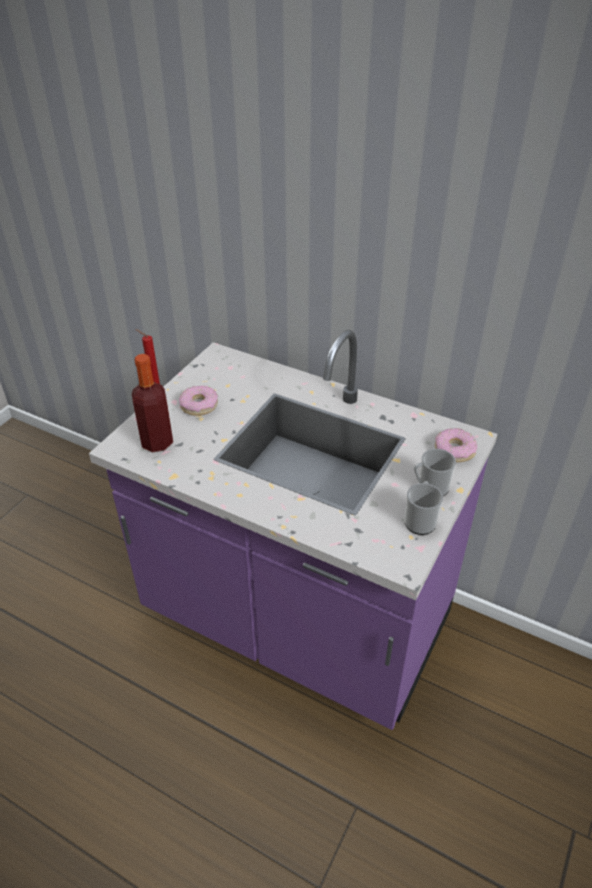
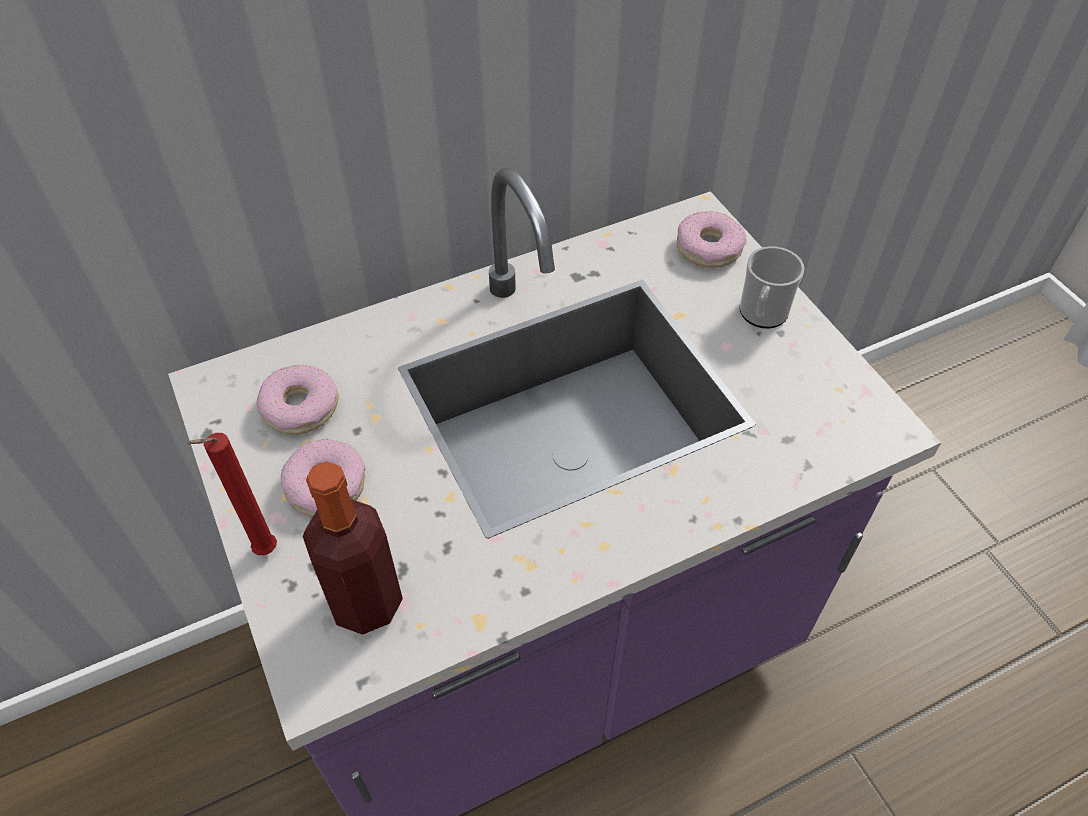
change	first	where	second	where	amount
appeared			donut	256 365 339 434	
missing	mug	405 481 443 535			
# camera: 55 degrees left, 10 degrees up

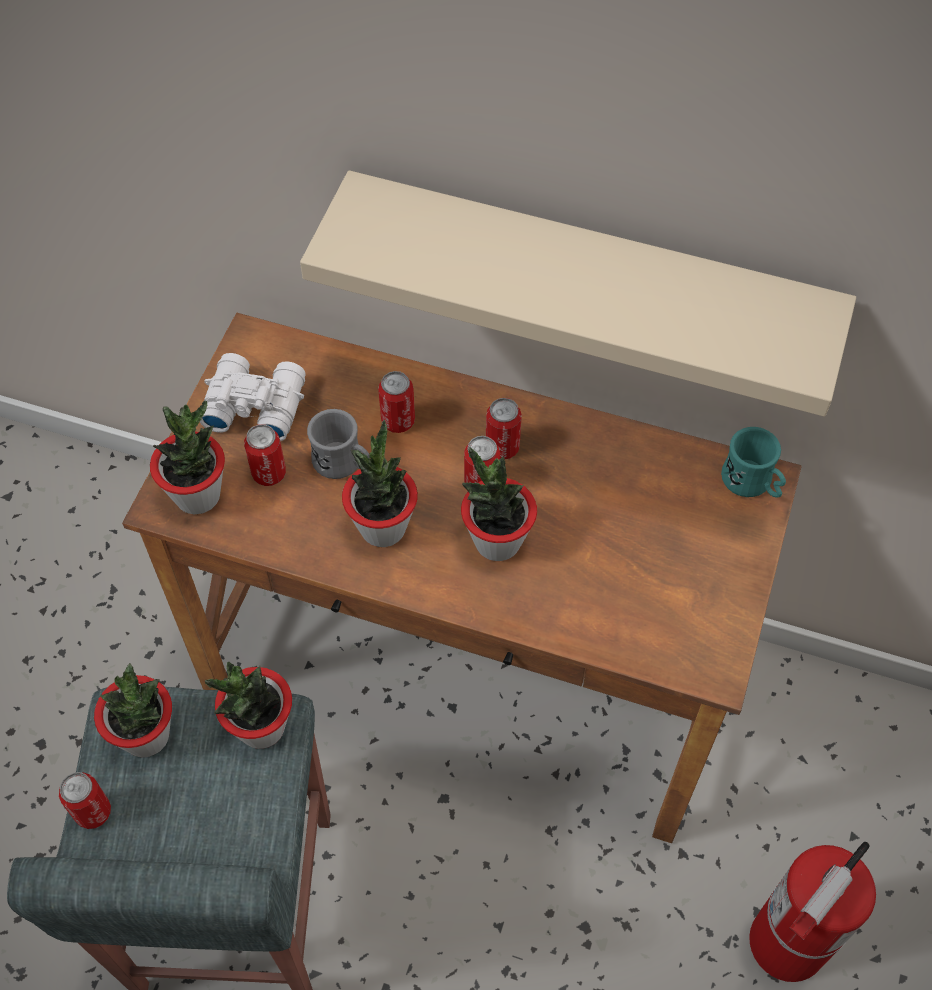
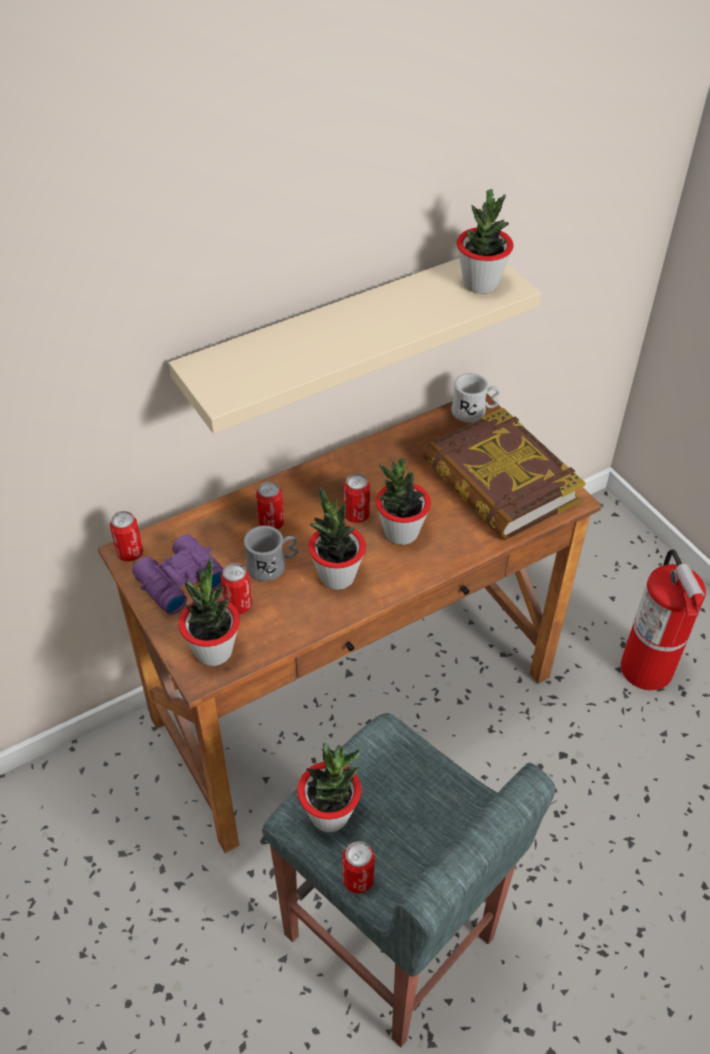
change	first	where	second	where	amount
relocated	can	486 398 522 459		110 511 143 562	
colour	white_binoculars	200 353 305 441	purple_binoculars	132 534 224 614	
appeared			book	423 408 585 540	
colour	turquoise_mug	721 427 786 498	white_mug	451 373 500 423	
relocated	potted_plant	205 662 292 749		457 189 513 294	
# camera: 50 degrees left, 10 degrees down

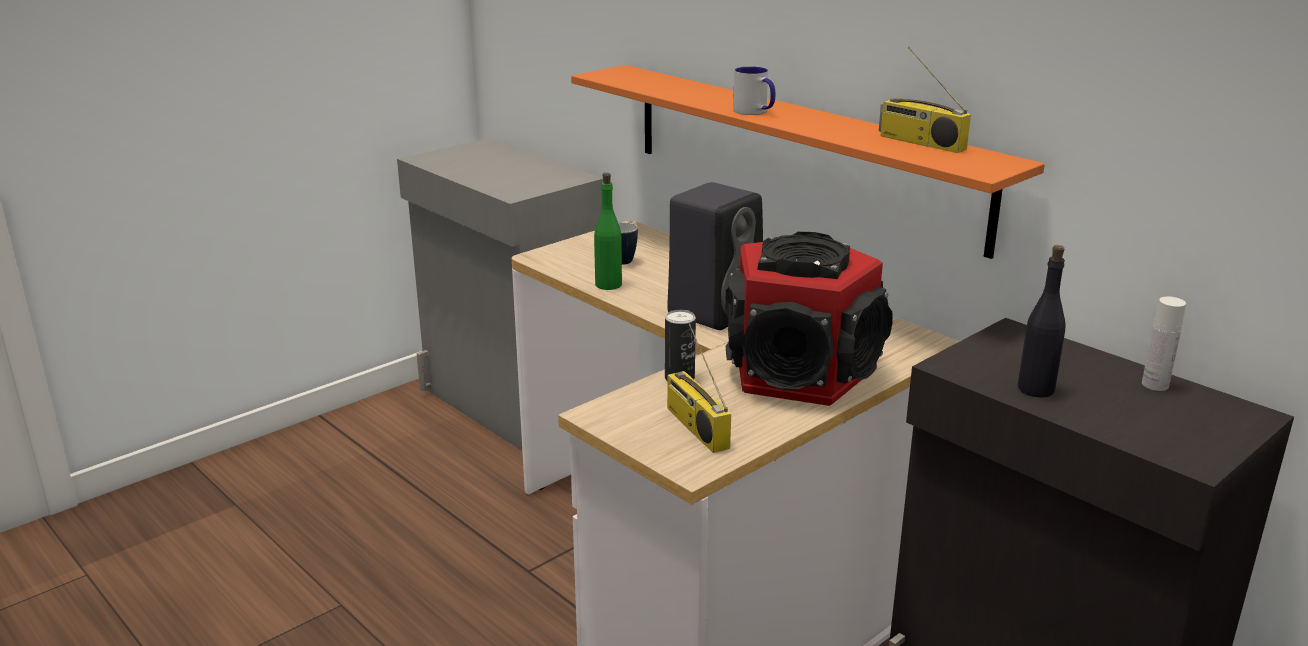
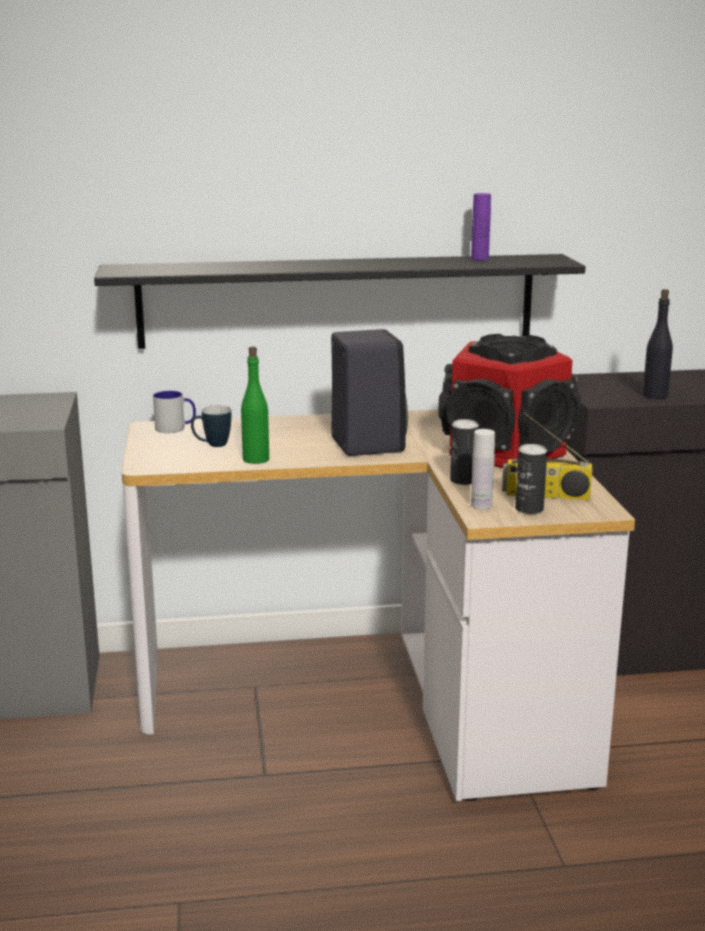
change	first	where	second	where	amount
colour	orange_shelf	571 65 1045 259	black_shelf	94 254 585 349	
relocated	mug	733 66 775 115		153 391 196 433	
exchanged	radio	879 47 971 153	purple_bottle	471 193 491 261	
relocated	white_bottle	1142 297 1186 391		471 429 495 509	
appeared			can	515 444 547 514	
# camera: 55 degrees left, 5 degrees down

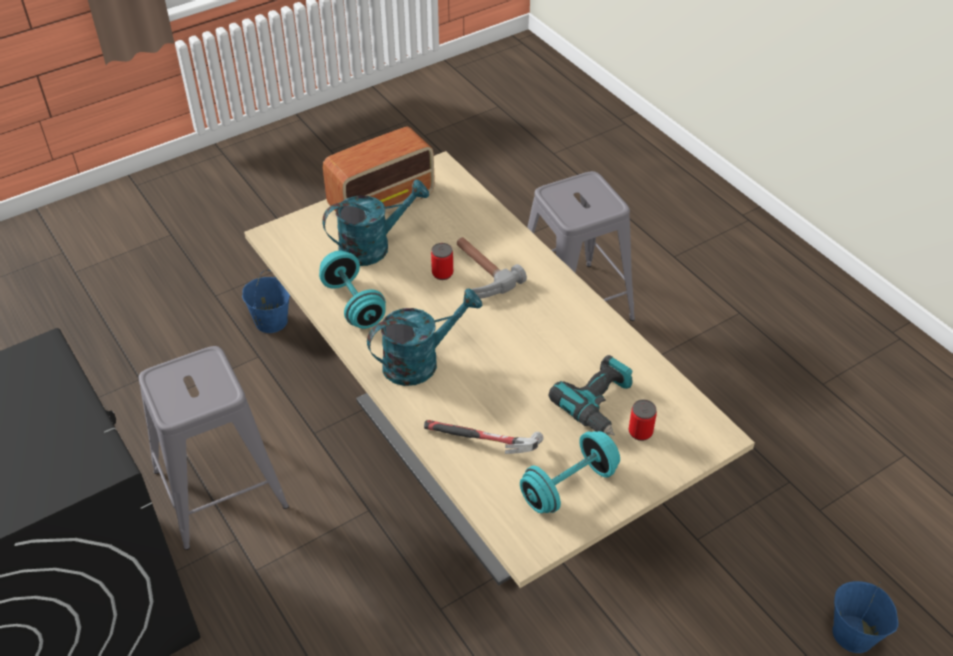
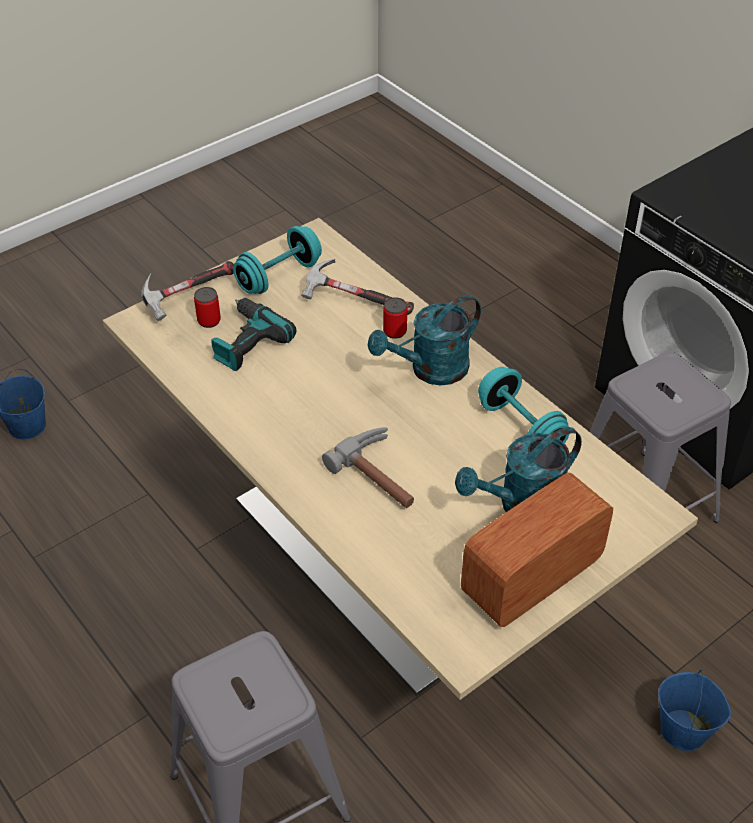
change	first	where	second	where	amount
appeared			hammer	141 261 234 321	
relocated	can	431 243 453 280		383 297 407 339	
# camera: 175 degrees right, 0 degrees up

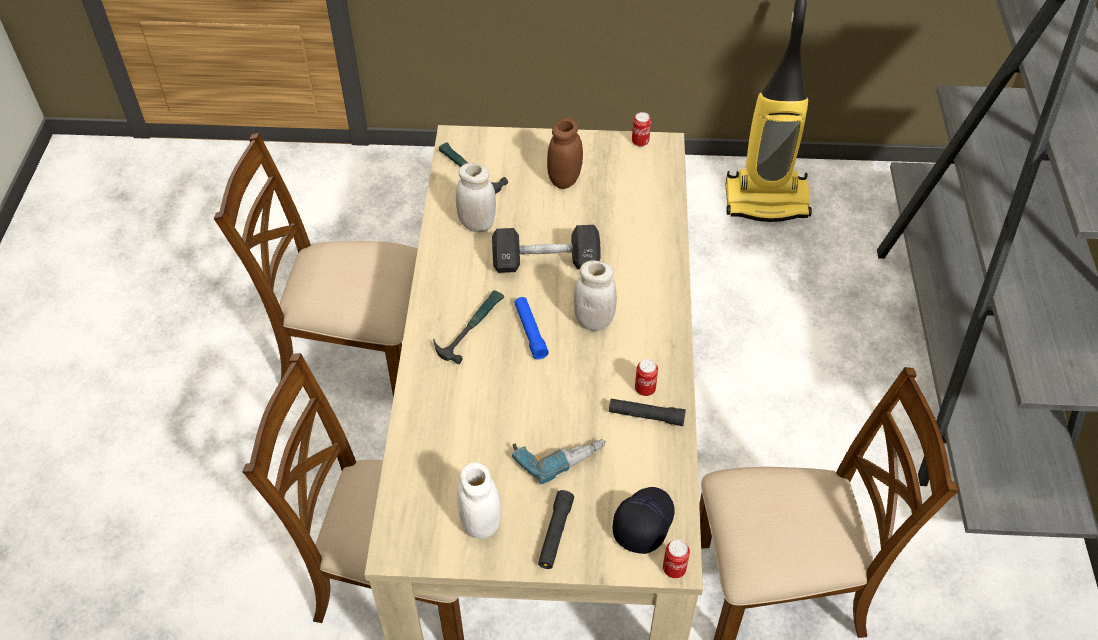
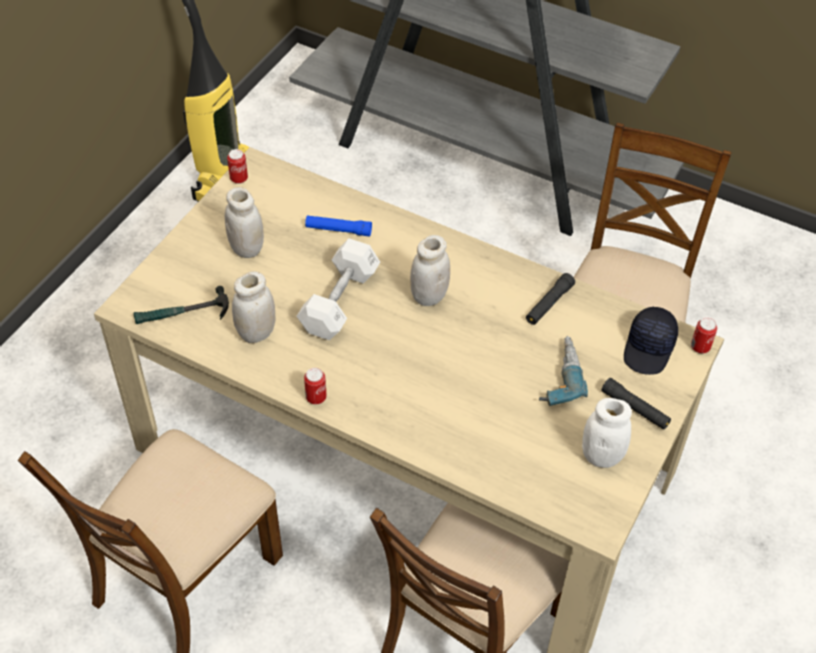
change	first	where	second	where	amount
colour	brown_jar	547 118 583 189	white_jar	225 187 264 258	
colour	black_dumbbell	492 225 601 273	white_dumbbell	296 238 380 340	
relocated	can	635 359 658 396		304 368 327 404	
relocated	blue_flashlight	514 297 549 359		305 216 372 236	
spun	black_cap	613 487 675 554		624 306 678 375	120 degrees counterclockwise
missing	hammer	433 290 504 364			
# camera: 65 degrees left, 0 degrees up

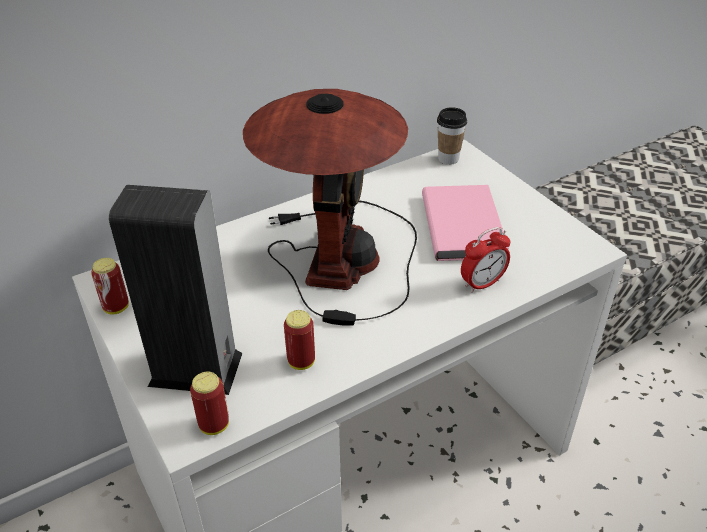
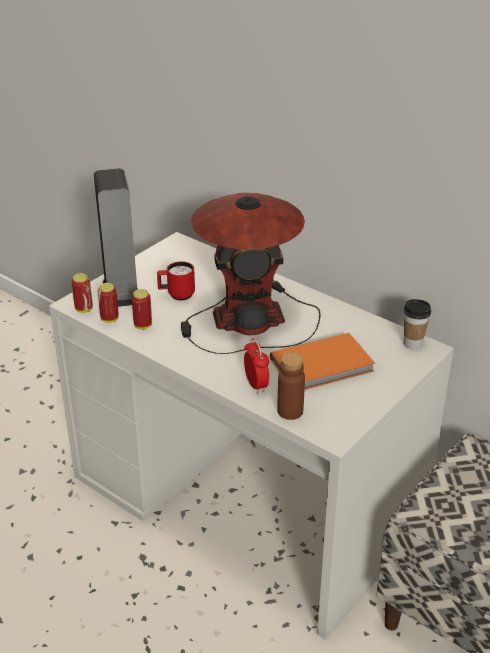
change	first	where	second	where	amount
relocated	can	91 258 129 314		98 283 119 323	
appeared			red_mug	157 261 195 301	
spun	alarm_clock	461 227 510 293		244 338 269 394	150 degrees counterclockwise
colour	pink_book	422 185 509 261	orange_book	270 333 375 390	
appeared			brown_bottle	277 352 305 420	
# camera: 70 degrees right, 5 degrees down

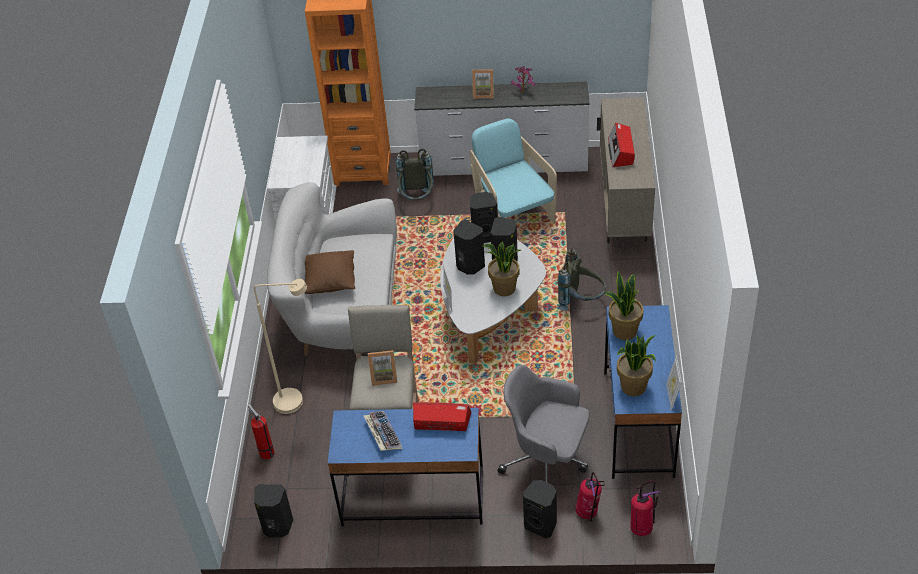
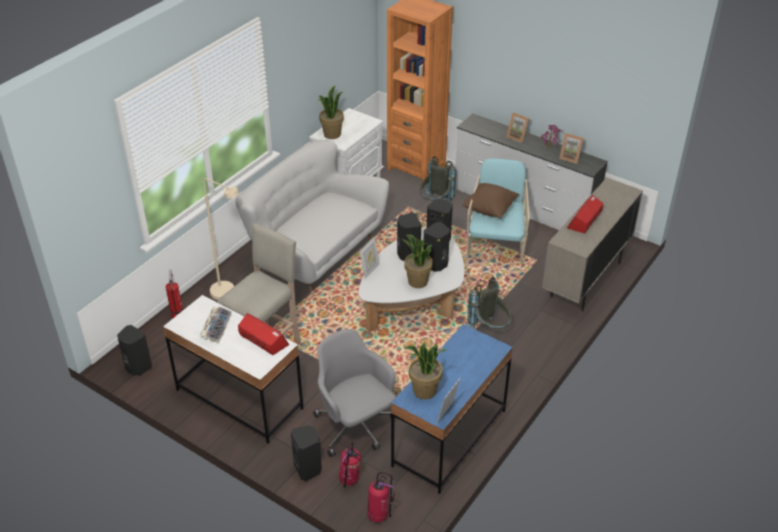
change	first	where	second	where	amount
colour	blue_desk	328 408 483 526	white_desk	163 295 303 444	
relocated	potted_plant	605 270 644 340		318 86 344 139	
relocated	brown_pillow	305 250 355 294		462 183 519 218	
relocated	picture_frame	368 350 398 386		559 133 584 164	
# camera: 30 degrees right, 5 degrees down

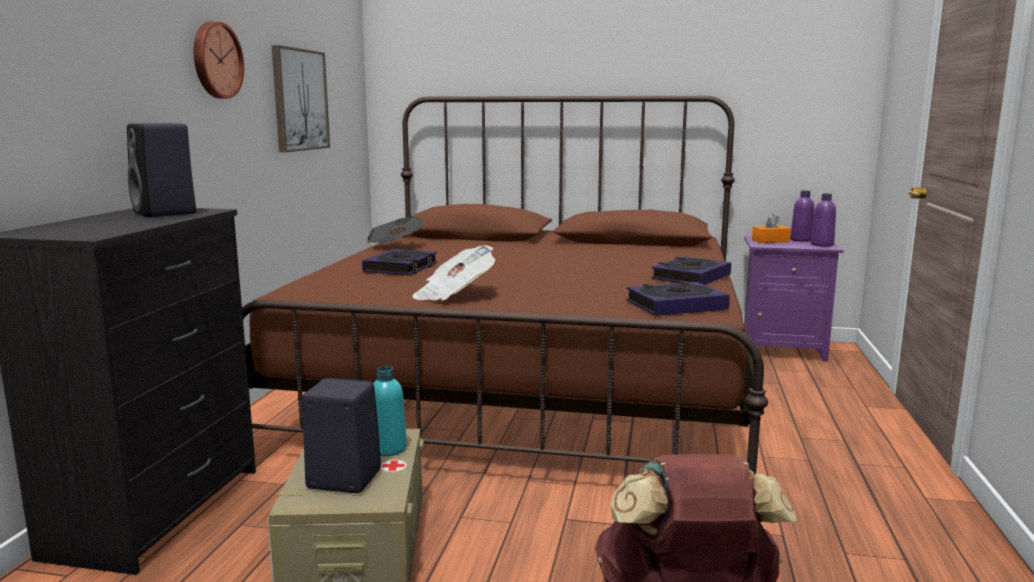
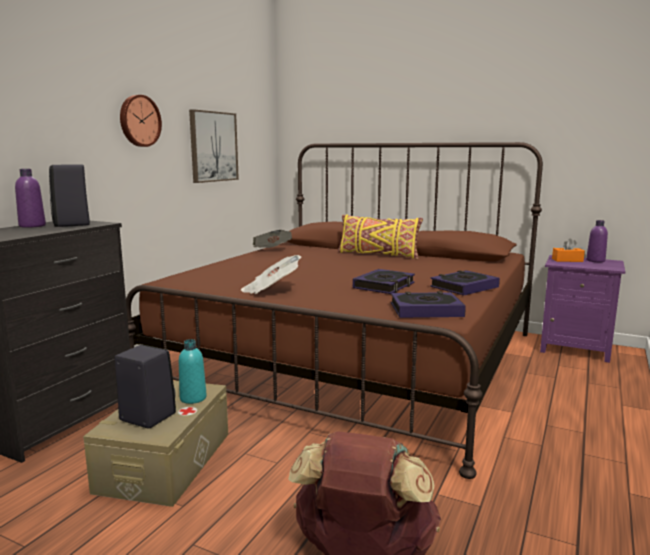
change	first	where	second	where	amount
relocated	purple_bottle	811 193 836 247		15 169 46 228	
appeared			yellow_pillow	338 214 423 259	
relocated	book	362 249 437 275		353 269 415 294	
# camera: 15 degrees right, 0 degrees up

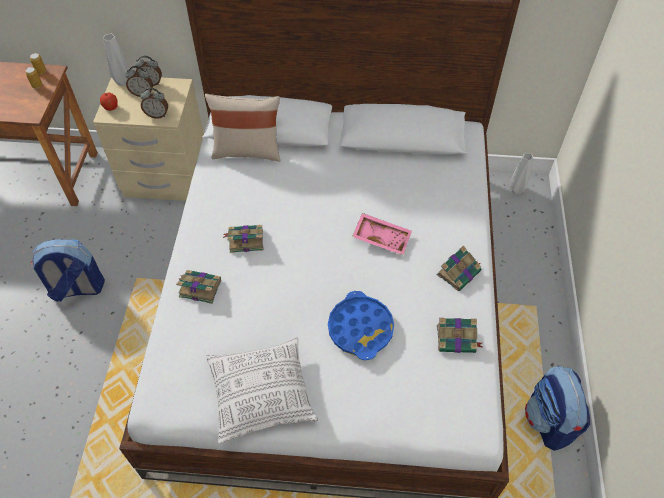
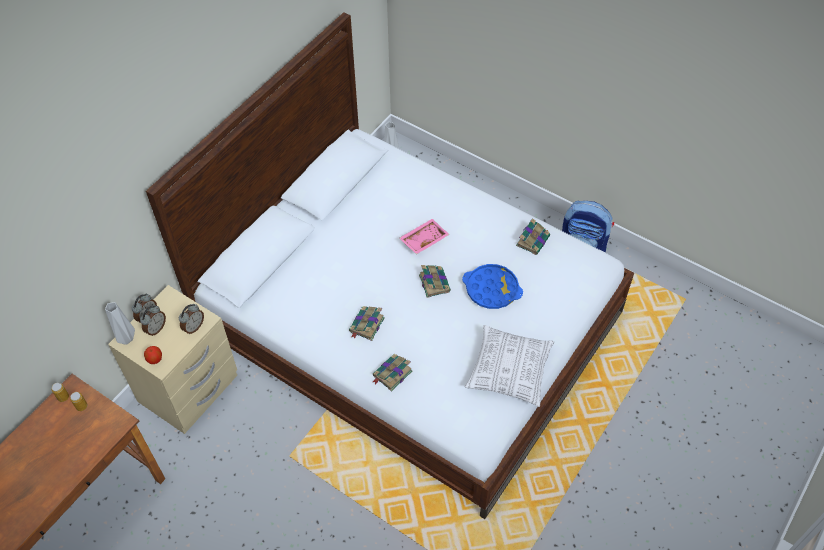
change	first	where	second	where	amount
relocated	book	437 246 482 291		419 265 451 298	
missing	backpack	31 239 105 302			
missing	beige_pillow	205 94 281 162			
# camera: 60 degrees left, 0 degrees up

